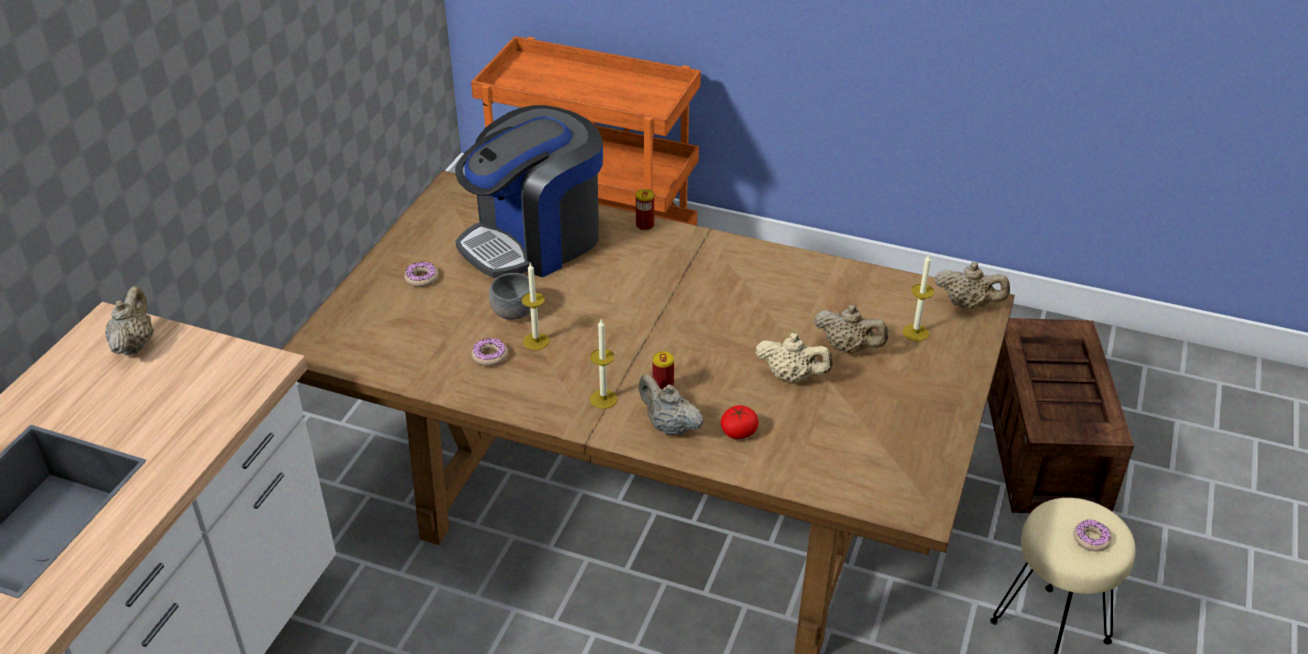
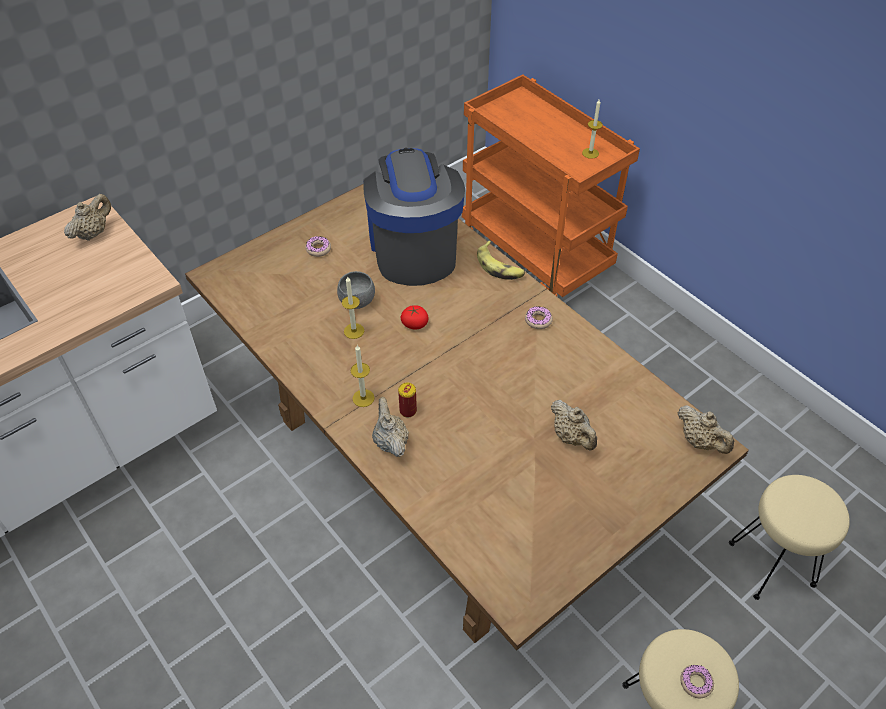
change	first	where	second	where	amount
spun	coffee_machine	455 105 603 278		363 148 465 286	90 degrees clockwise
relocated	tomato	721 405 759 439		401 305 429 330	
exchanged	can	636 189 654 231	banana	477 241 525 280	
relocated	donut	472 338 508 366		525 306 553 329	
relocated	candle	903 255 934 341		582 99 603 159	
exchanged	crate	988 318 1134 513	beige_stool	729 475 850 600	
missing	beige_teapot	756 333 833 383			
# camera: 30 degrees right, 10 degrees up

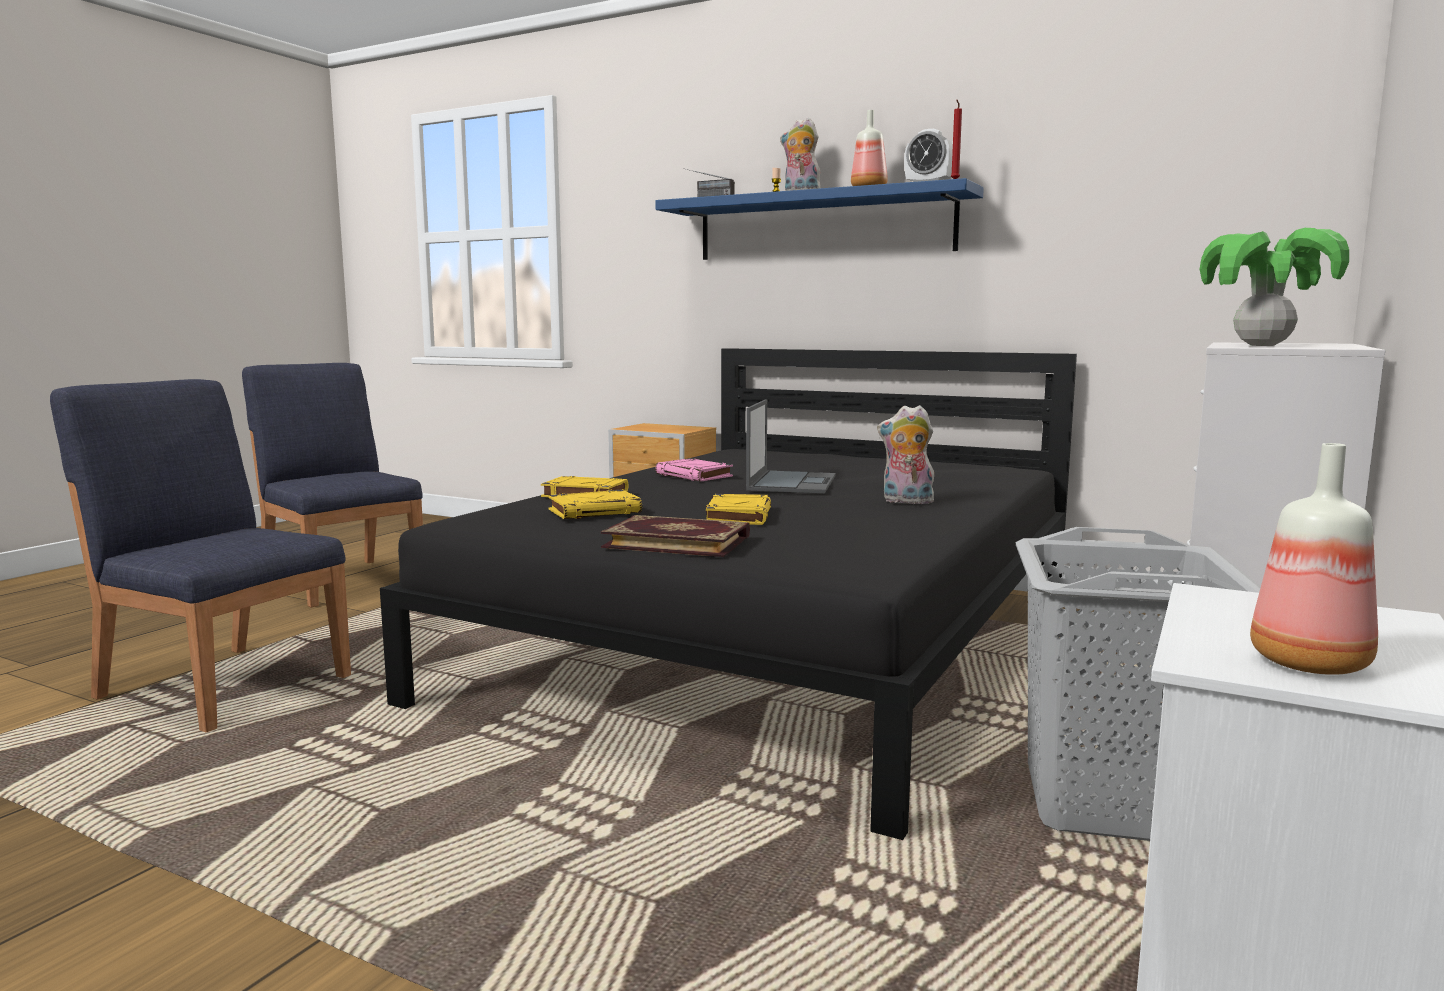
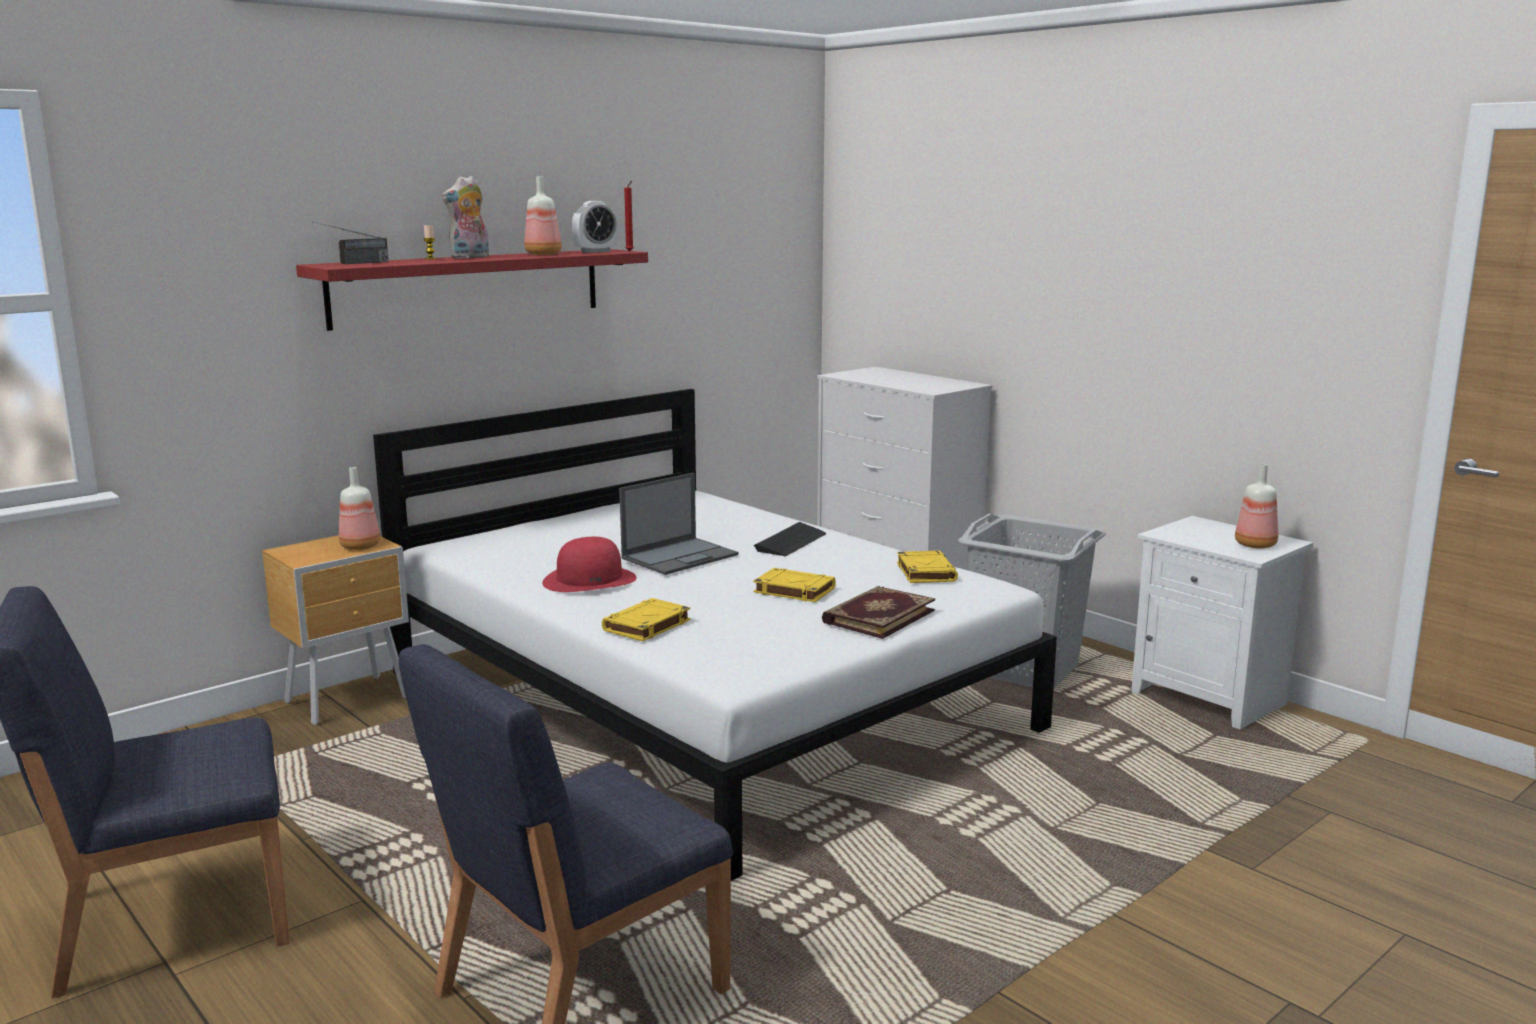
change	first	where	second	where	amount
colour	blue_shelf	655 178 984 260	red_shelf	296 249 648 331	
appeared			bottle	339 467 380 550	
colour	black_bed	380 348 1077 840	white_bed	373 389 1057 881	
exchanged	pink_book	655 458 733 481	red_hat	542 537 637 592	
spun	laptop	746 399 836 494		619 473 739 575	105 degrees clockwise
exchanged	plush_toy	877 405 934 504	keyboard	754 522 826 556	
relocated	yellow_book	548 490 642 519		897 551 958 583	
missing	potted_plant	1200 228 1349 346			
# camera: 70 degrees left, 5 degrees up

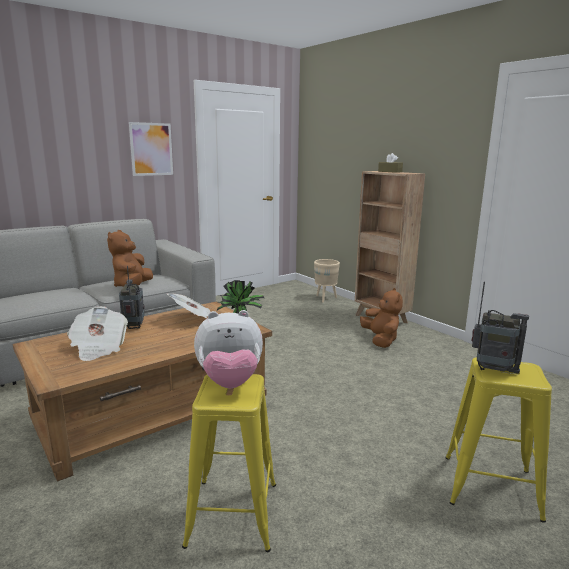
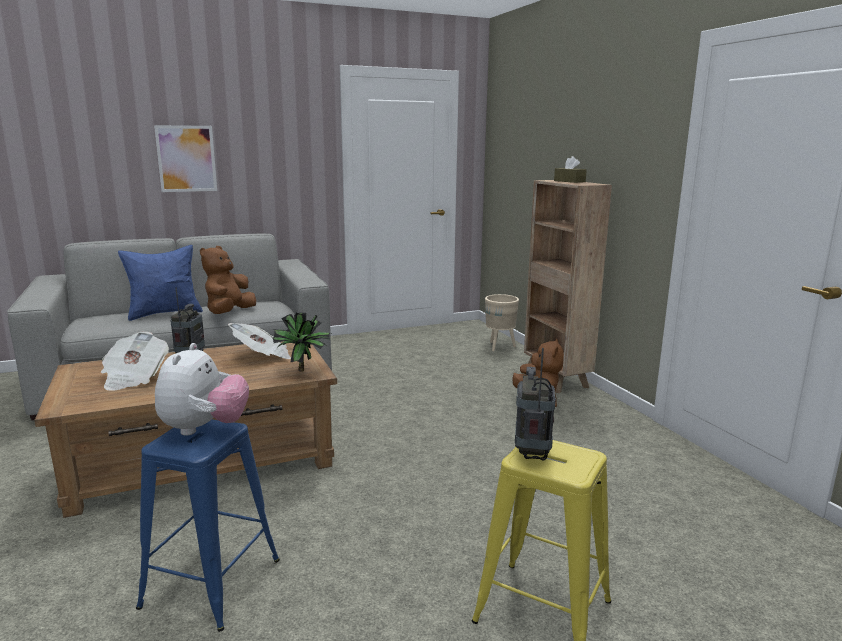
change	first	where	second	where	amount
appeared			blue_pillow	118 245 203 321	
colour	yellow_stool	182 374 276 552	blue_stool	136 419 280 632	
relocated	picture	129 122 173 176		154 125 217 192	
spun	plush_toy	194 310 263 388		155 343 249 436	90 degrees counterclockwise
spun	radio	471 281 529 373		515 348 556 461	120 degrees counterclockwise
# camera: 15 degrees right, 0 degrees up

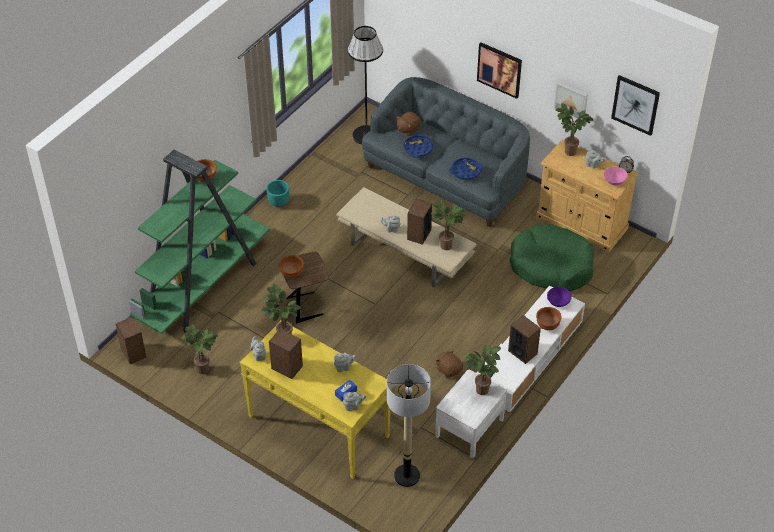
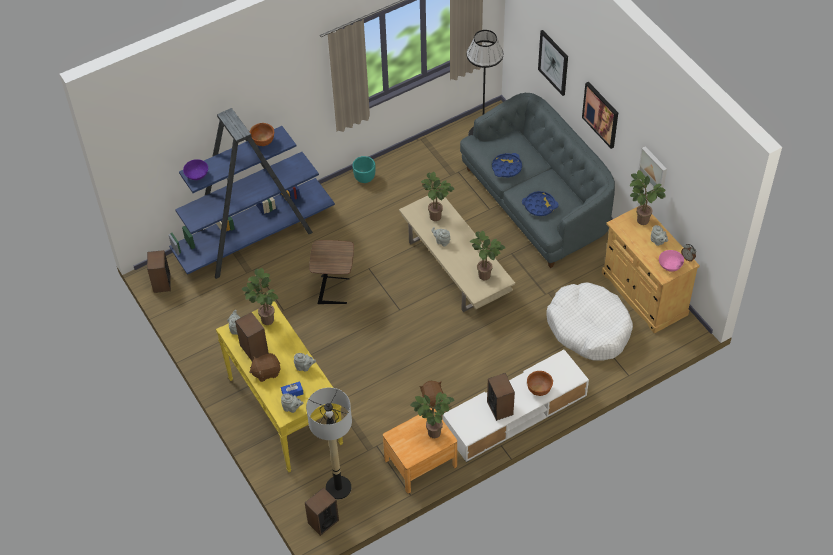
change	first	where	second	where	amount
colour	green_bookcase	129 149 270 334	blue_bookcase	169 108 335 279	
relocated	purple_bowl	547 287 572 307		183 159 208 180	
relocated	brown_plush_toy	397 112 421 136		249 353 280 382	
relocated	speaker	407 199 432 245		305 488 339 536	
colour	white_nightstand	435 370 507 458	brown_nightstand	383 408 457 494	
relocated	potted_plant	181 324 218 374		421 172 454 221	
relocated	picture	611 75 660 136		538 30 568 96	
colour	green_dog_bed	510 225 594 291	white_dog_bed	546 282 633 361	
missing	brown_bowl	279 255 304 278			
# camera: 25 degrees right, 5 degrees up

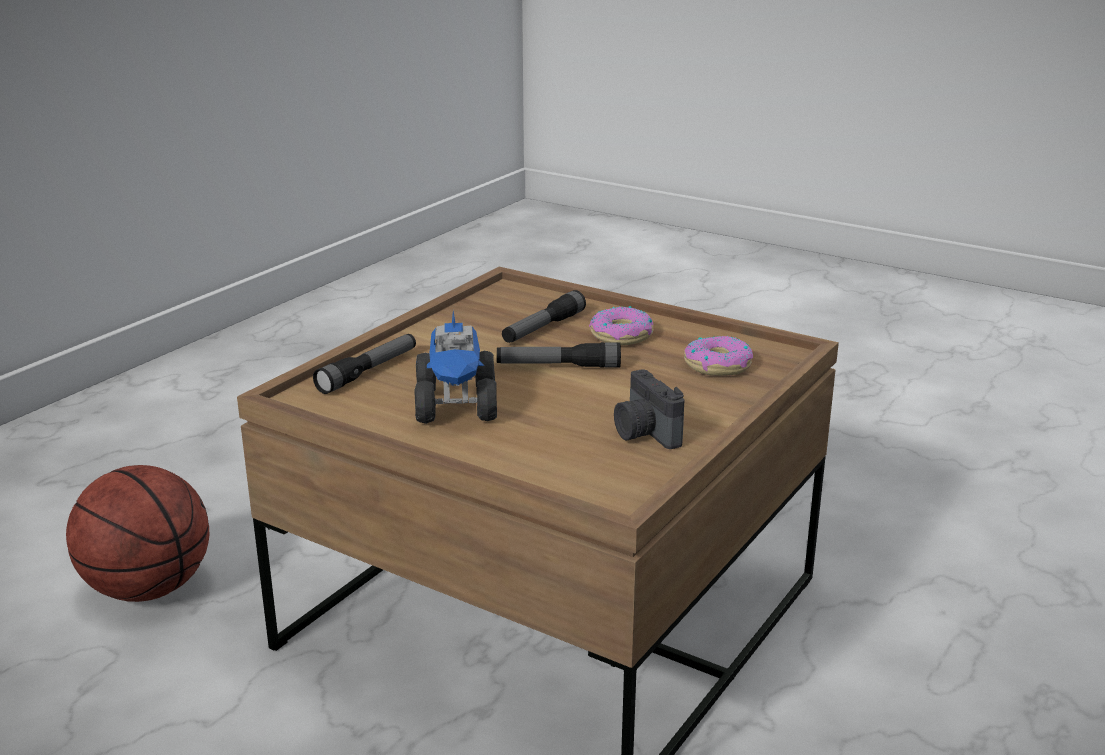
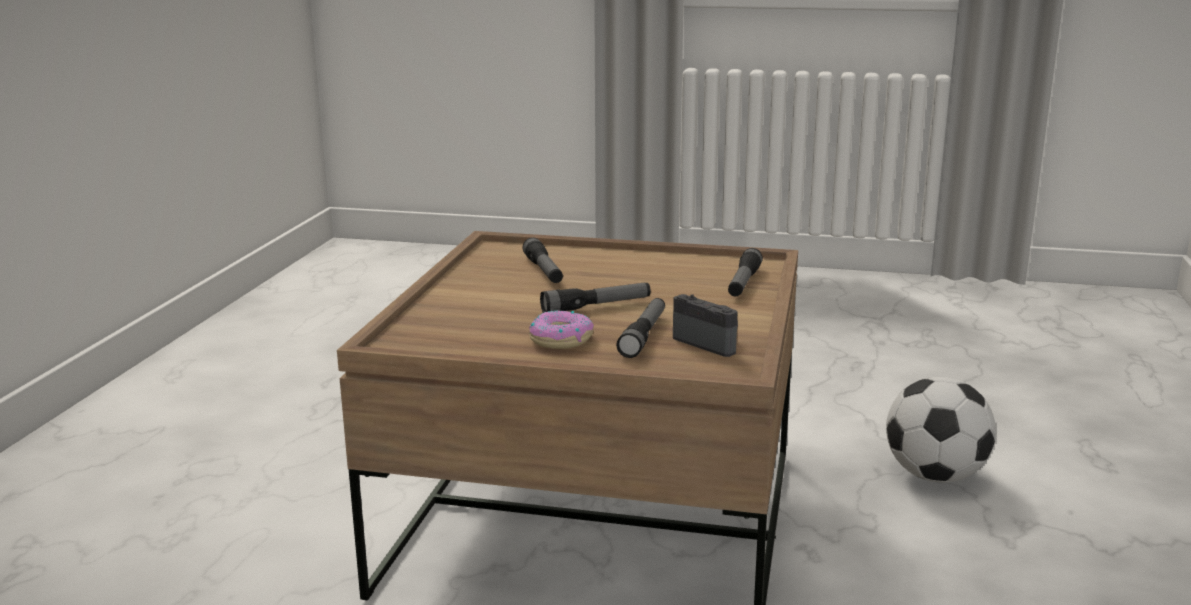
change	first	where	second	where	amount
appeared			flashlight	522 237 563 283	
relocated	photo_camera	614 369 685 449		673 294 738 357	
exchanged	basketball	66 465 209 602	football	886 377 996 483	
missing	toy_truck	414 311 497 424			
missing	donut	684 336 753 376			
# camera: 160 degrees right, 5 degrees down

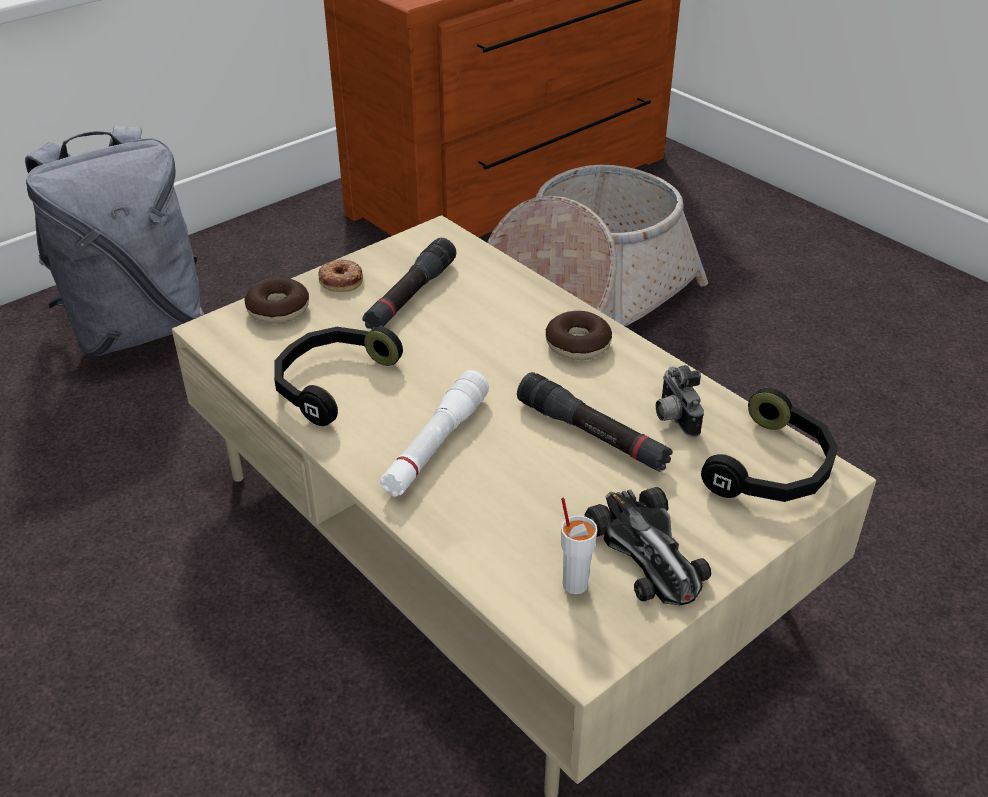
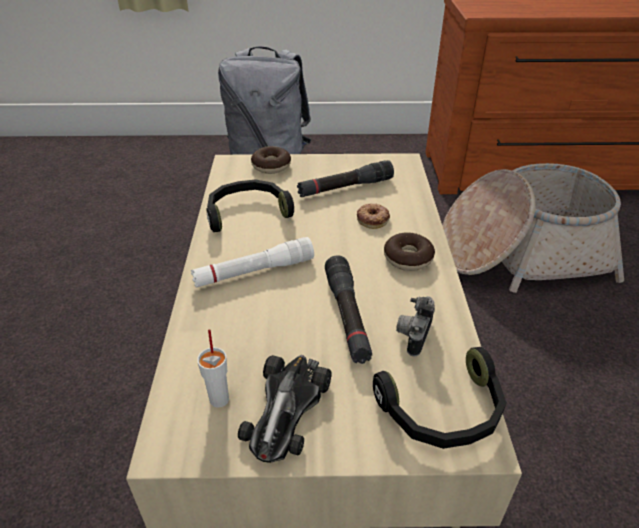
change	first	where	second	where	amount
relocated	donut	319 260 363 292		357 203 390 229	
# camera: 40 degrees right, 0 degrees up

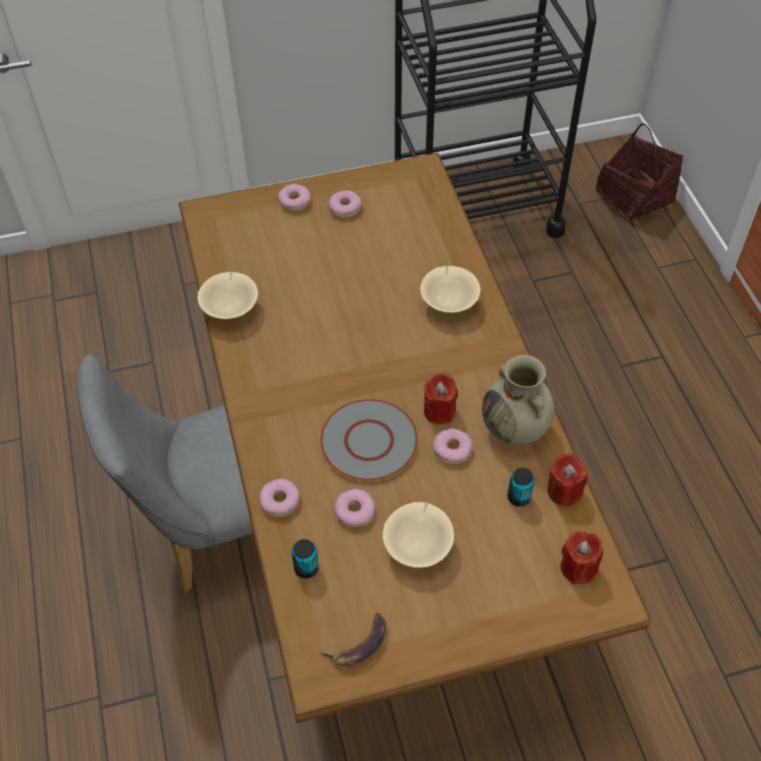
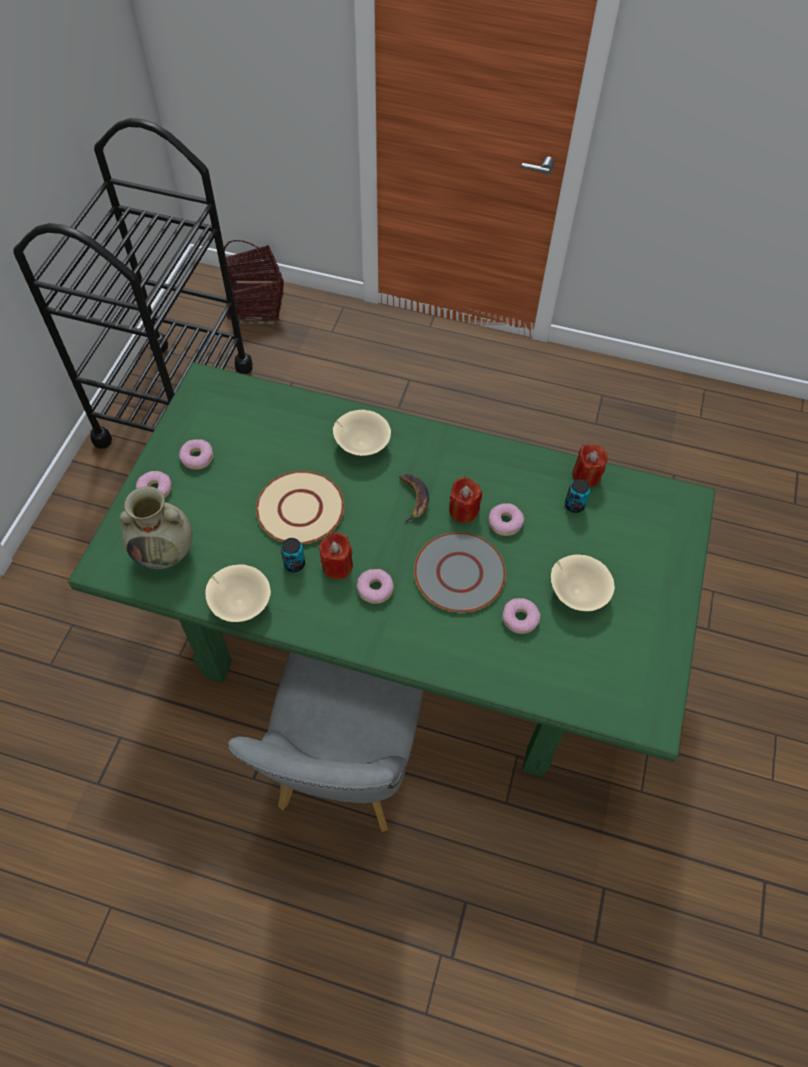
change	first	where	second	where	amount
colour	brown_dining_table	179 153 651 723	green_dining_table	68 362 715 777	
relocated	beige_vase	482 355 555 445		120 486 192 569	
appeared			beige_plate	256 471 344 544	
relocated	can	291 539 319 578		281 538 305 572	
relocated	red_candle	560 532 603 584		319 532 353 579	
relocated	donut	259 479 299 517		357 569 394 604	
relocated	banana	320 613 387 666		399 474 429 524	
# camera: 60 degrees left, 5 degrees up

